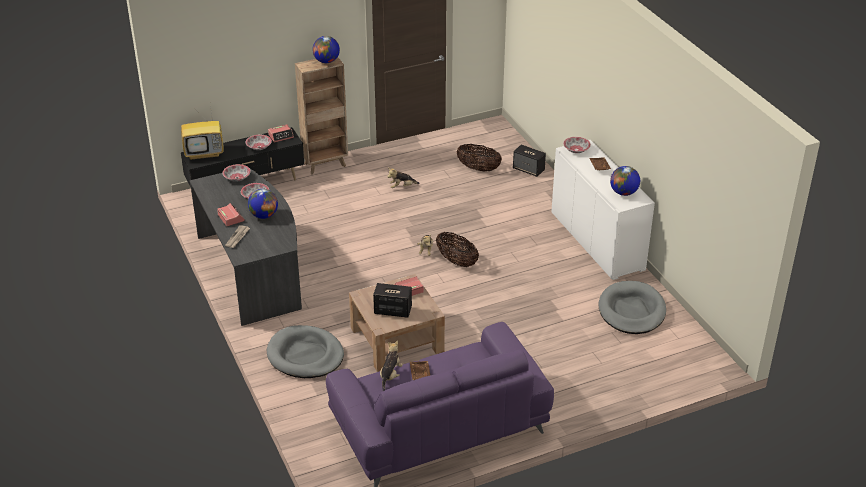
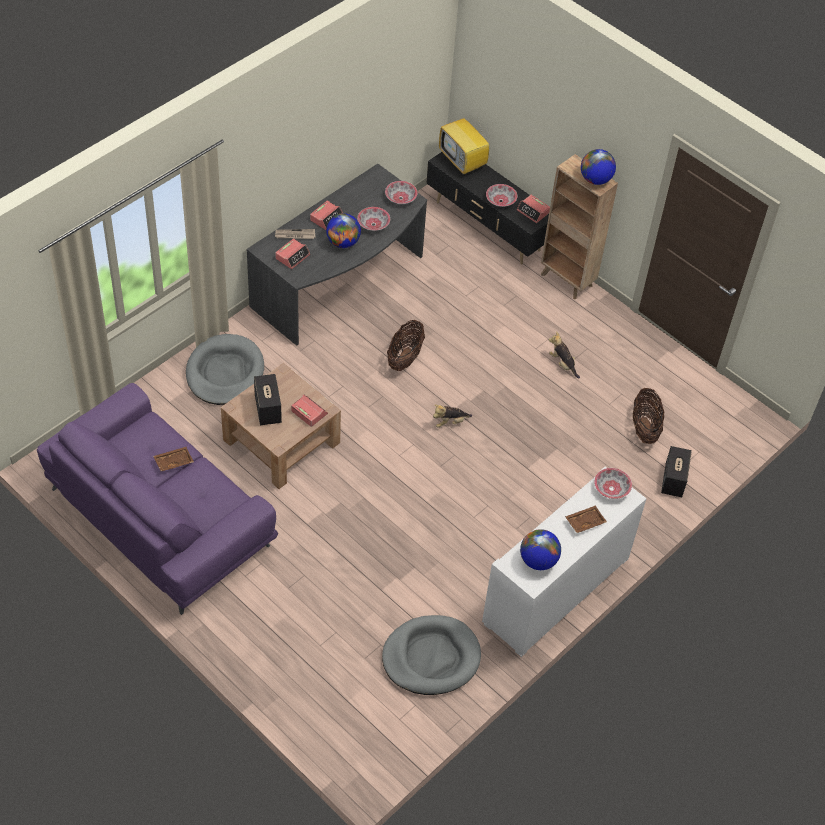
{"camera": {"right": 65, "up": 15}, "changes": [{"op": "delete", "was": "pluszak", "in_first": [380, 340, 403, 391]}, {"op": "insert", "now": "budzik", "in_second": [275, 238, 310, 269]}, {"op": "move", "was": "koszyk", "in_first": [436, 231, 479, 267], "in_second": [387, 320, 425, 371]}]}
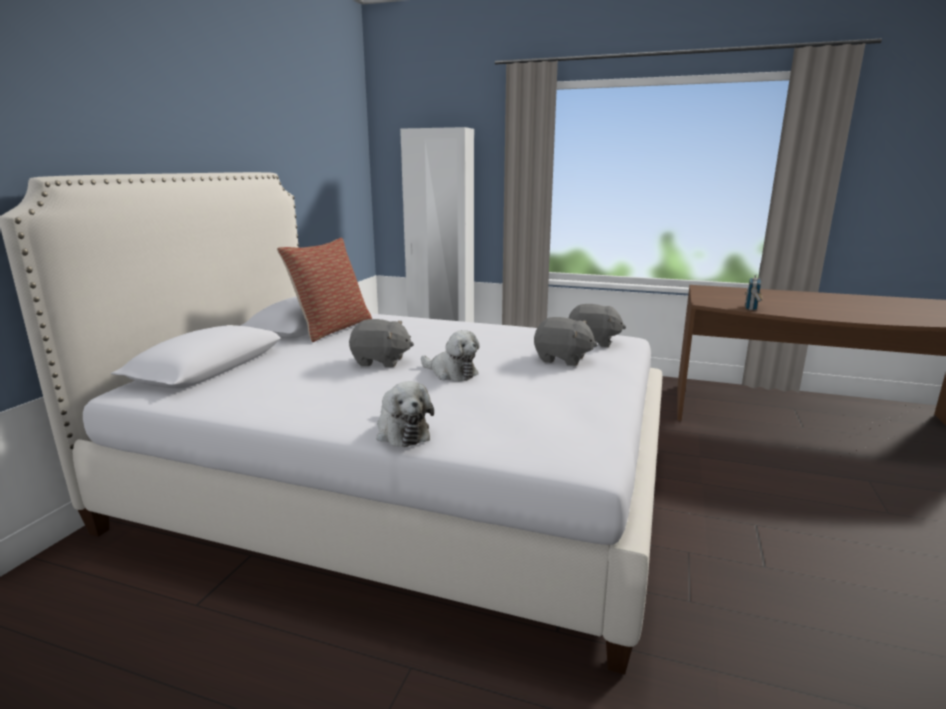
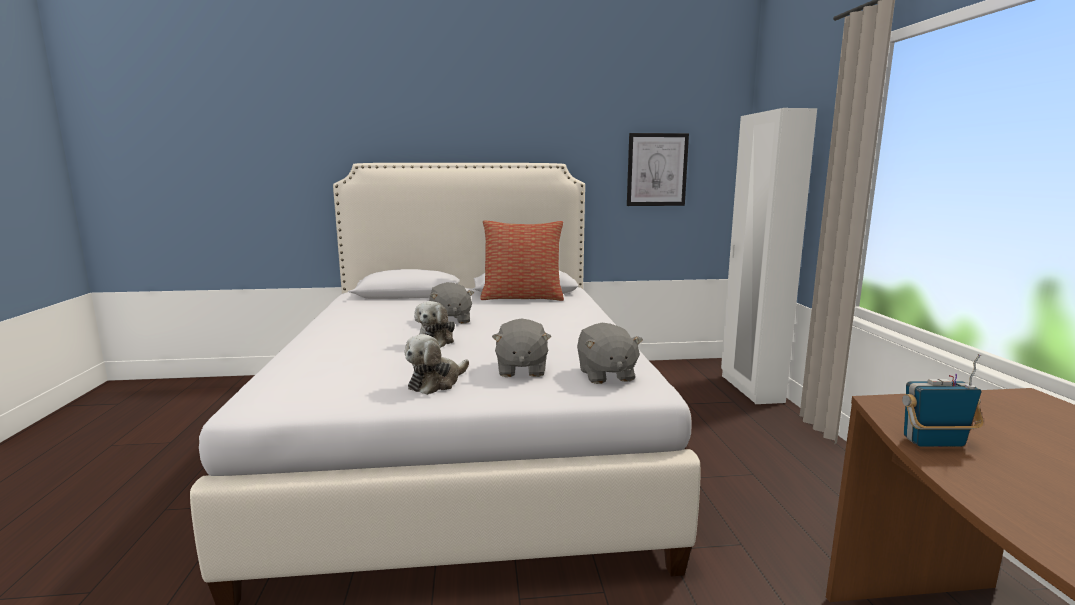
{"camera": {"right": 65, "up": -5}, "changes": [{"op": "insert", "now": "obraz", "in_second": [627, 133, 689, 206]}, {"op": "move", "was": "pluszak", "in_first": [376, 381, 434, 447], "in_second": [404, 334, 469, 395]}]}
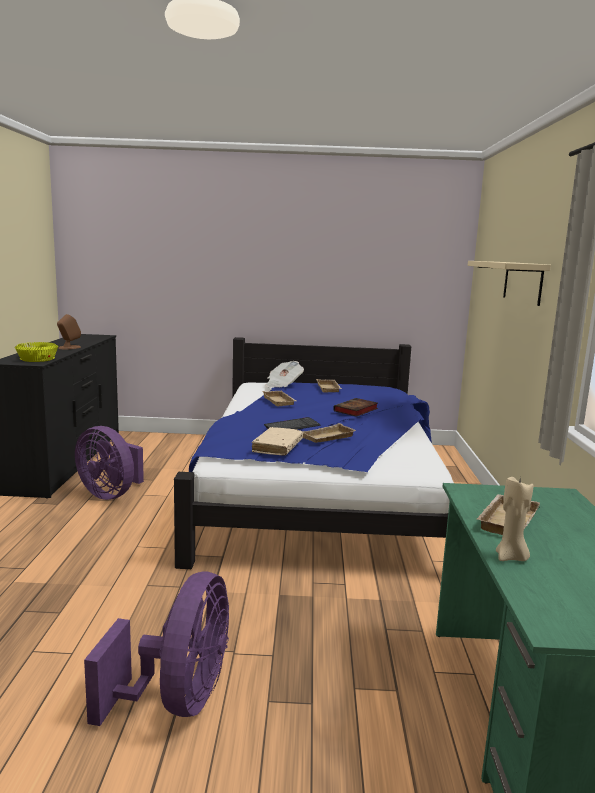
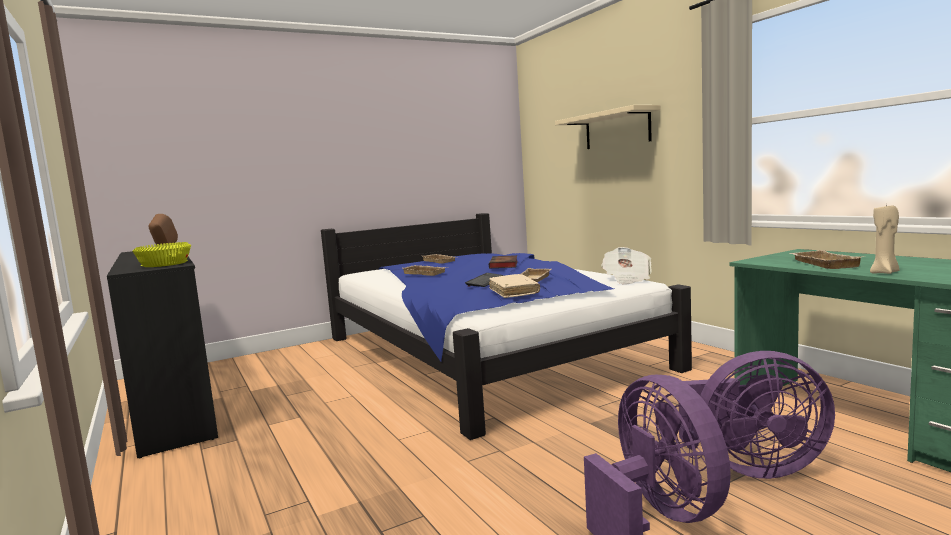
{"camera": {"right": -30, "up": -5}, "changes": [{"op": "move", "was": "wentylator/fioletowy", "in_first": [75, 426, 144, 500], "in_second": [679, 351, 835, 479]}, {"op": "move", "was": "gazeta", "in_first": [265, 361, 304, 388], "in_second": [601, 247, 652, 284]}]}
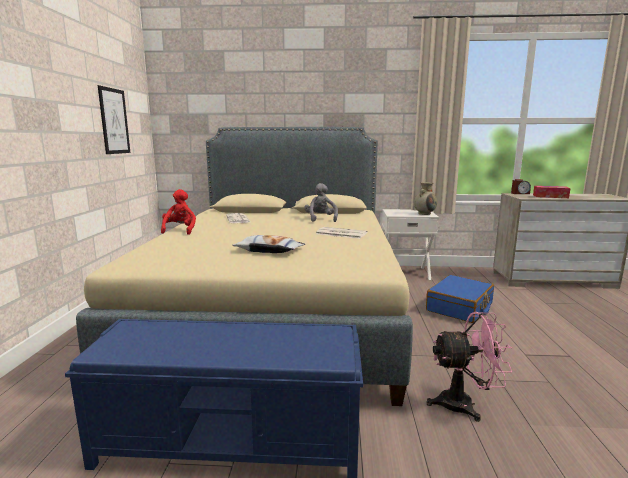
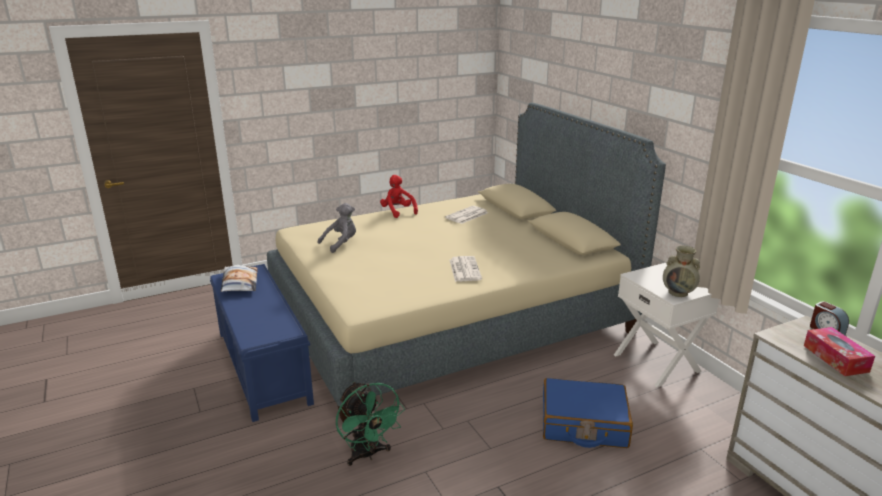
{"camera": {"right": 60, "up": 10}, "changes": [{"op": "delete", "was": "obraz", "in_first": [98, 85, 130, 154]}, {"op": "move", "was": "poduszka", "in_first": [232, 235, 305, 253], "in_second": [221, 265, 258, 292]}, {"op": "move", "was": "pluszak/szary", "in_first": [304, 183, 338, 222], "in_second": [318, 203, 356, 253]}, {"op": "recolor", "was": "wentylator/różowy", "now": "wentylator/zielony", "in_first": [426, 312, 512, 422], "in_second": [336, 382, 405, 466]}, {"op": "rotate", "was": "pluszak/czerwony", "in_first": [161, 189, 196, 235], "in_second": [380, 175, 418, 218], "clockwise": -90}]}
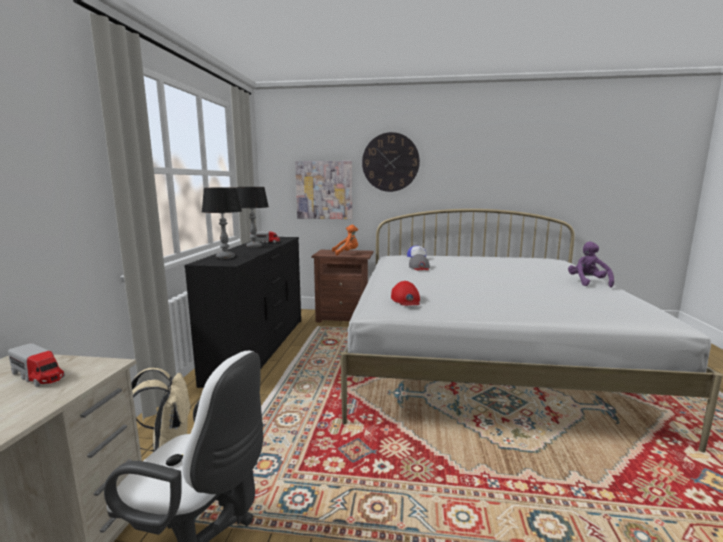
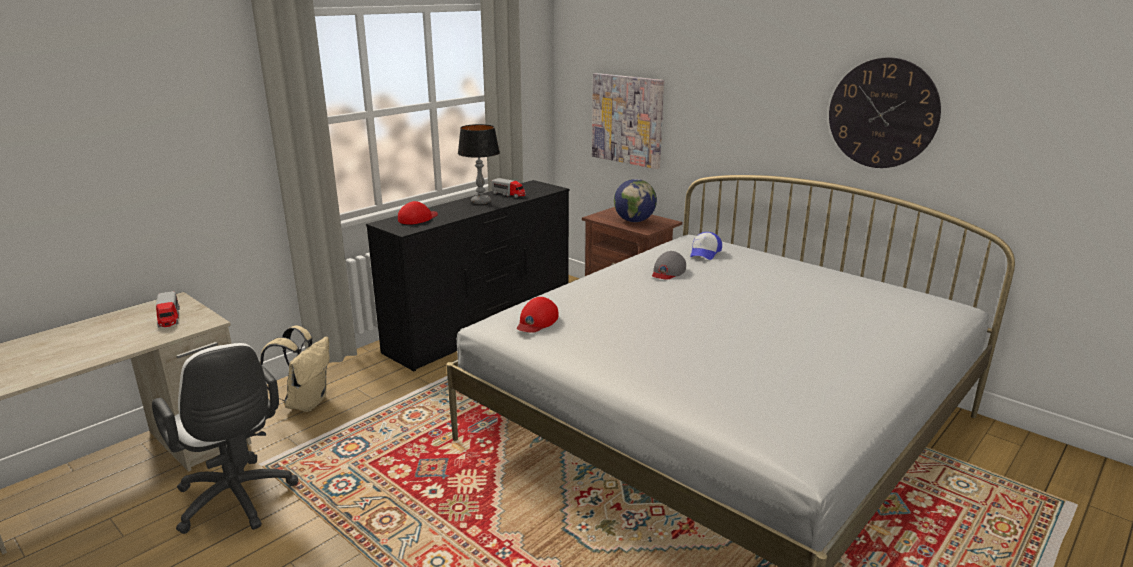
{"camera": {"right": 35, "up": 10}, "changes": [{"op": "delete", "was": "pluszak/fioletowy", "in_first": [568, 241, 614, 288]}, {"op": "move", "was": "zegar ścienny", "in_first": [362, 132, 420, 192], "in_second": [829, 57, 941, 168]}, {"op": "replace", "was": "lampa stołowa", "now": "czapka z daszkiem/czerwony", "in_first": [202, 188, 242, 259], "in_second": [398, 201, 438, 225]}, {"op": "replace", "was": "pluszak/pomarańczowy", "now": "globus", "in_first": [332, 225, 358, 256], "in_second": [614, 179, 657, 222]}]}
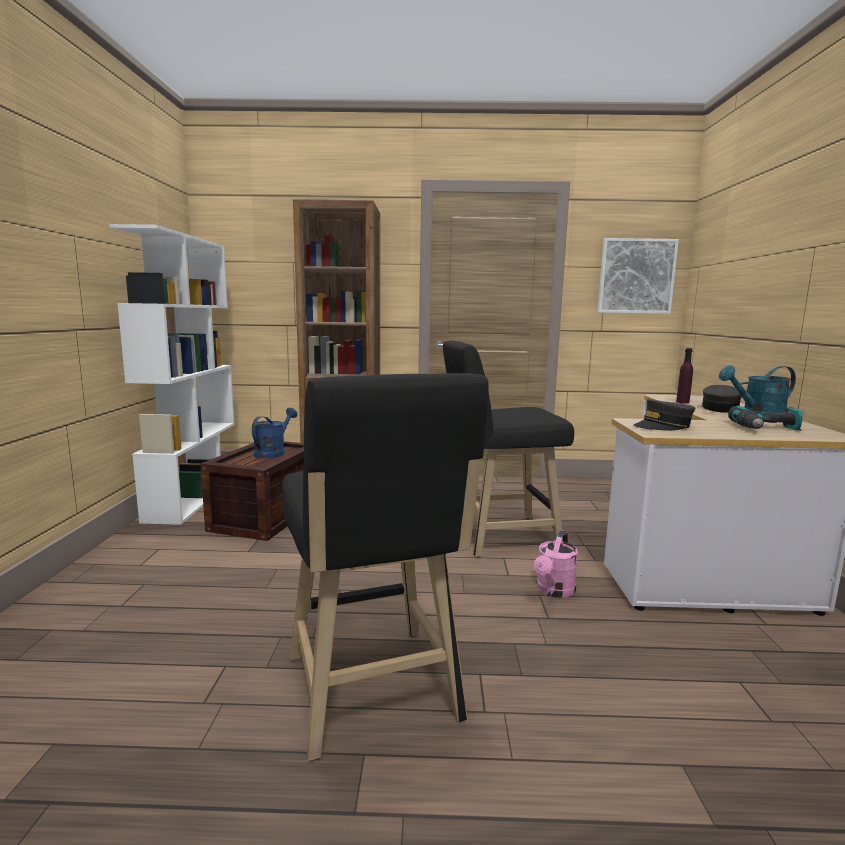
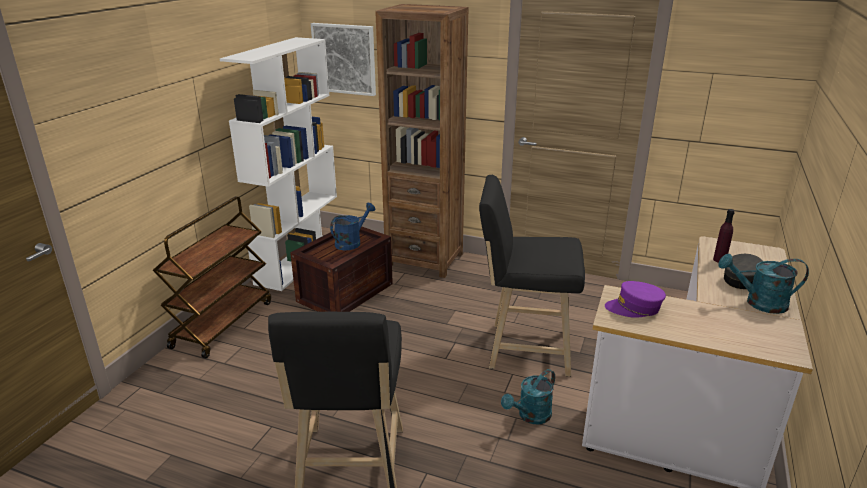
{"camera": {"right": 20, "up": 15}, "changes": [{"op": "delete", "was": "wiertarka", "in_first": [728, 405, 805, 430]}, {"op": "insert", "now": "wózek/brązowy", "in_second": [153, 196, 271, 359]}, {"op": "move", "was": "obraz", "in_first": [598, 238, 679, 314], "in_second": [311, 23, 376, 96]}, {"op": "recolor", "was": "konewka/różowy", "now": "konewka/turkusowy", "in_first": [534, 530, 578, 598], "in_second": [501, 369, 555, 424]}, {"op": "recolor", "was": "czapka z daszkiem/szary", "now": "czapka z daszkiem/fioletowy", "in_first": [633, 399, 695, 431], "in_second": [605, 281, 666, 318]}]}
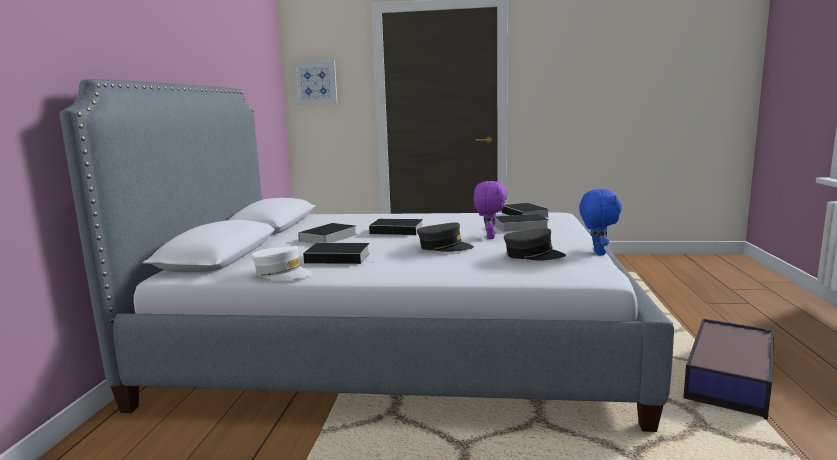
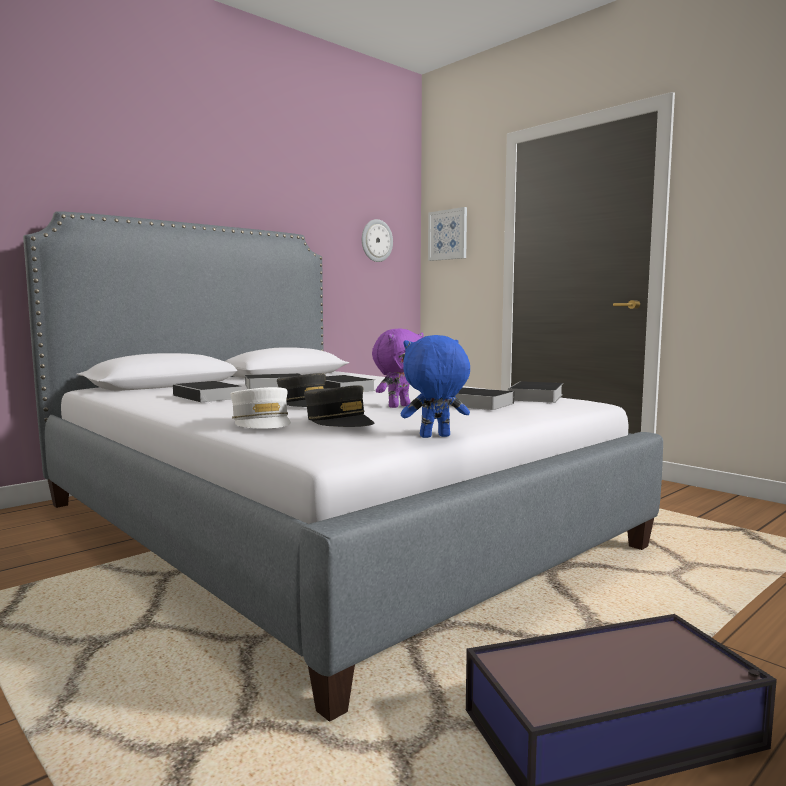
{"camera": {"right": 40, "up": -5}, "changes": [{"op": "insert", "now": "zegar ścienny", "in_second": [362, 219, 393, 262]}, {"op": "move", "was": "czapka z daszkiem/biały", "in_first": [252, 246, 312, 280], "in_second": [230, 387, 291, 429]}, {"op": "rotate", "was": "pluszak/niebieski", "in_first": [579, 189, 622, 256], "in_second": [401, 335, 470, 438], "clockwise": -150}]}
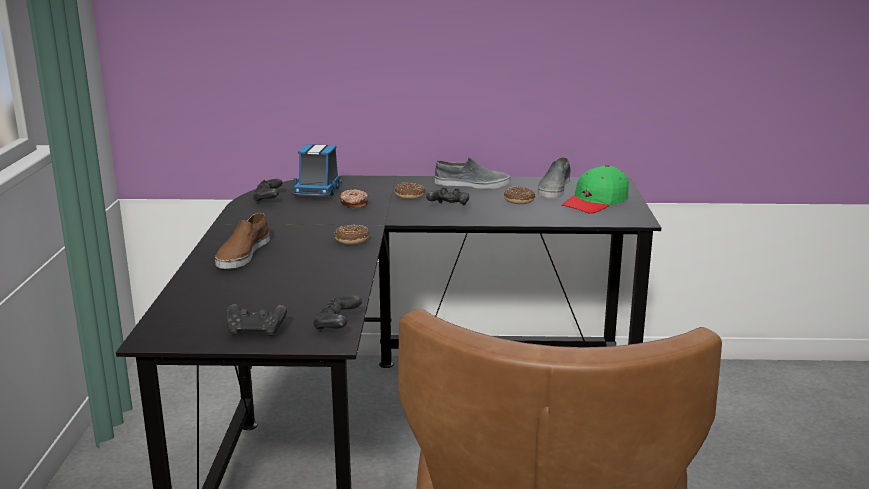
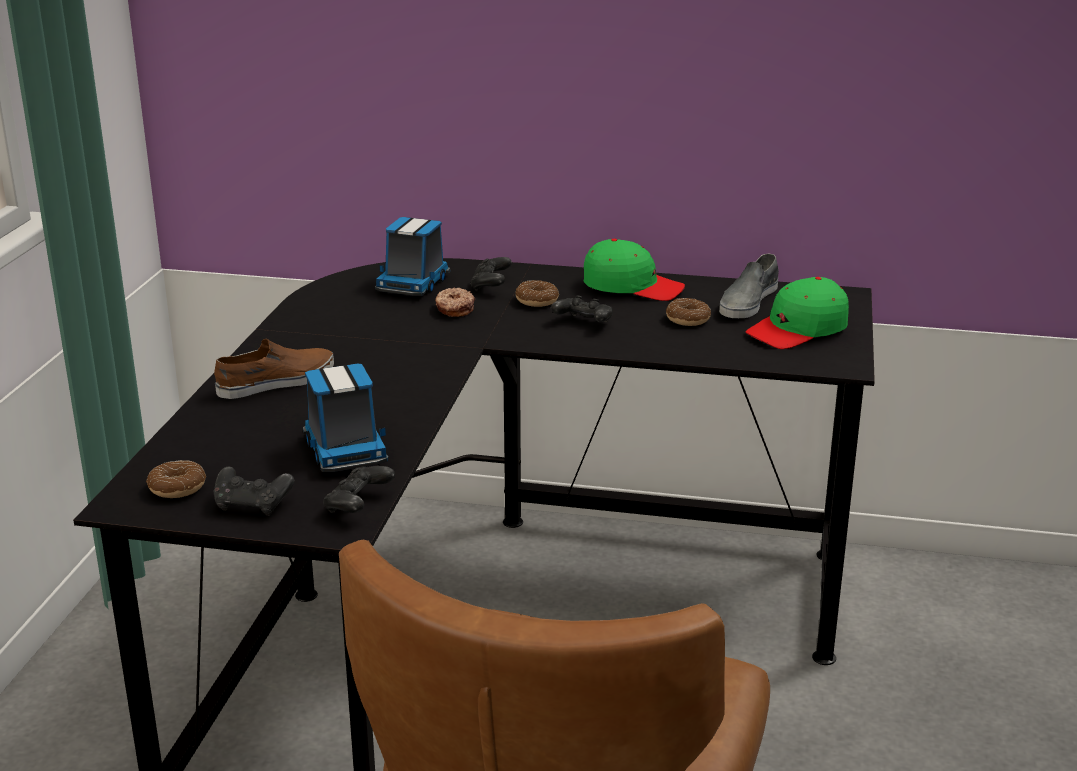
{"camera": {"right": 10, "up": 5}, "changes": [{"op": "insert", "now": "ciężarówka zabawkowa", "in_second": [303, 364, 389, 472]}, {"op": "move", "was": "pad do gier/czarny", "in_first": [253, 179, 283, 203], "in_second": [470, 257, 512, 291]}, {"op": "move", "was": "donut", "in_first": [334, 225, 370, 245], "in_second": [146, 460, 206, 498]}, {"op": "replace", "was": "but/szary", "now": "czapka z daszkiem/zielony", "in_first": [434, 157, 510, 189], "in_second": [584, 239, 685, 301]}, {"op": "rotate", "was": "but/brązowy", "in_first": [215, 213, 270, 269], "in_second": [214, 339, 334, 399], "clockwise": -150}]}
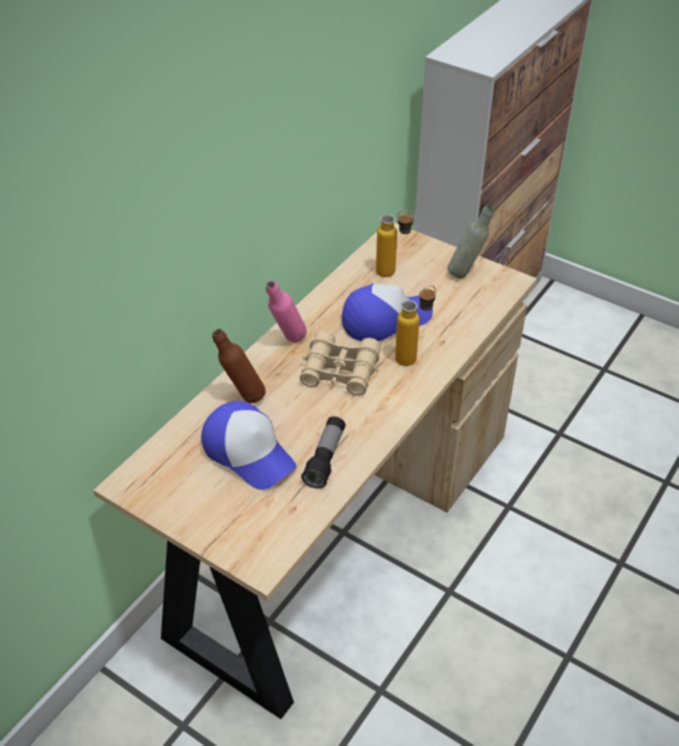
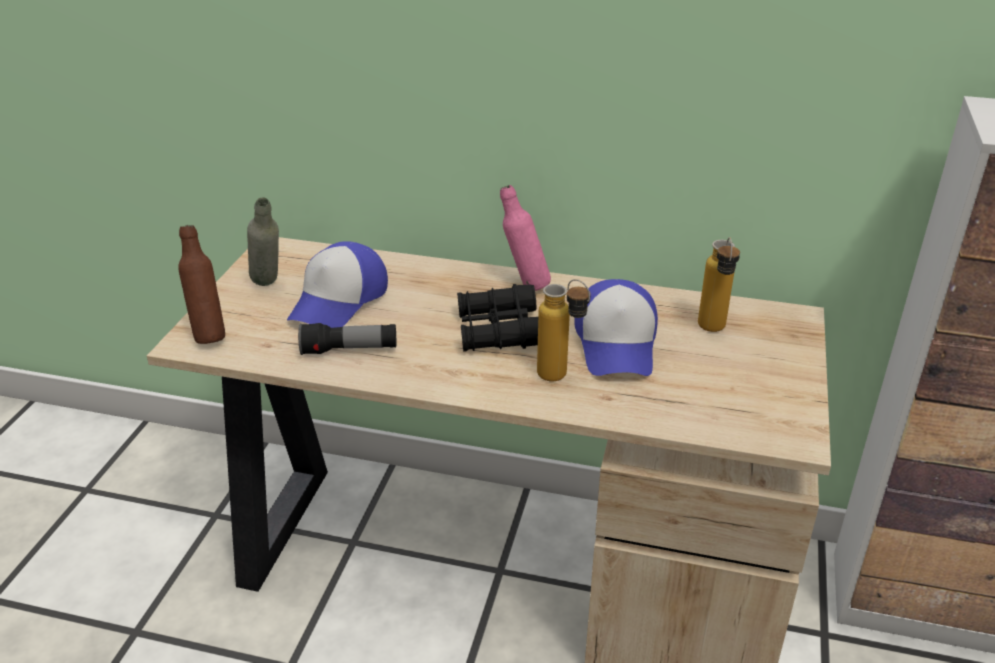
{"camera": {"right": 70, "up": -10}, "changes": [{"op": "move", "was": "butelka/brązowy", "in_first": [212, 329, 265, 403], "in_second": [178, 225, 225, 344]}, {"op": "move", "was": "butelka/szary", "in_first": [448, 205, 495, 279], "in_second": [247, 197, 279, 286]}, {"op": "recolor", "was": "lornetka/beżowy", "now": "lornetka/czarny", "in_first": [300, 330, 381, 395], "in_second": [457, 284, 538, 352]}, {"op": "rotate", "was": "czapka z daszkiem", "in_first": [342, 283, 433, 341], "in_second": [574, 279, 658, 376], "clockwise": 45}]}
